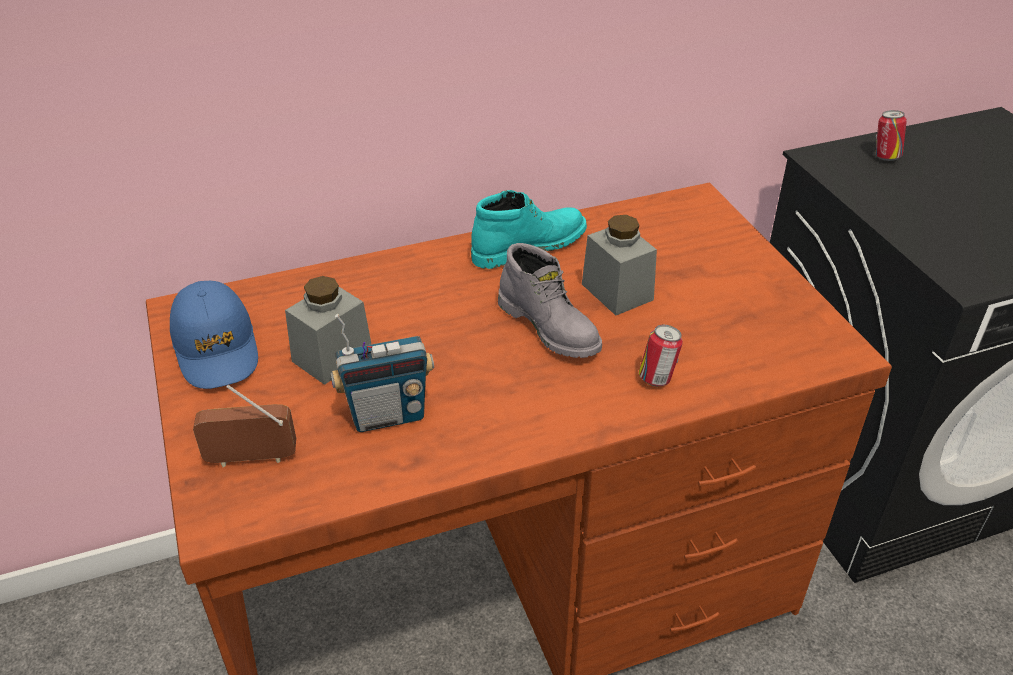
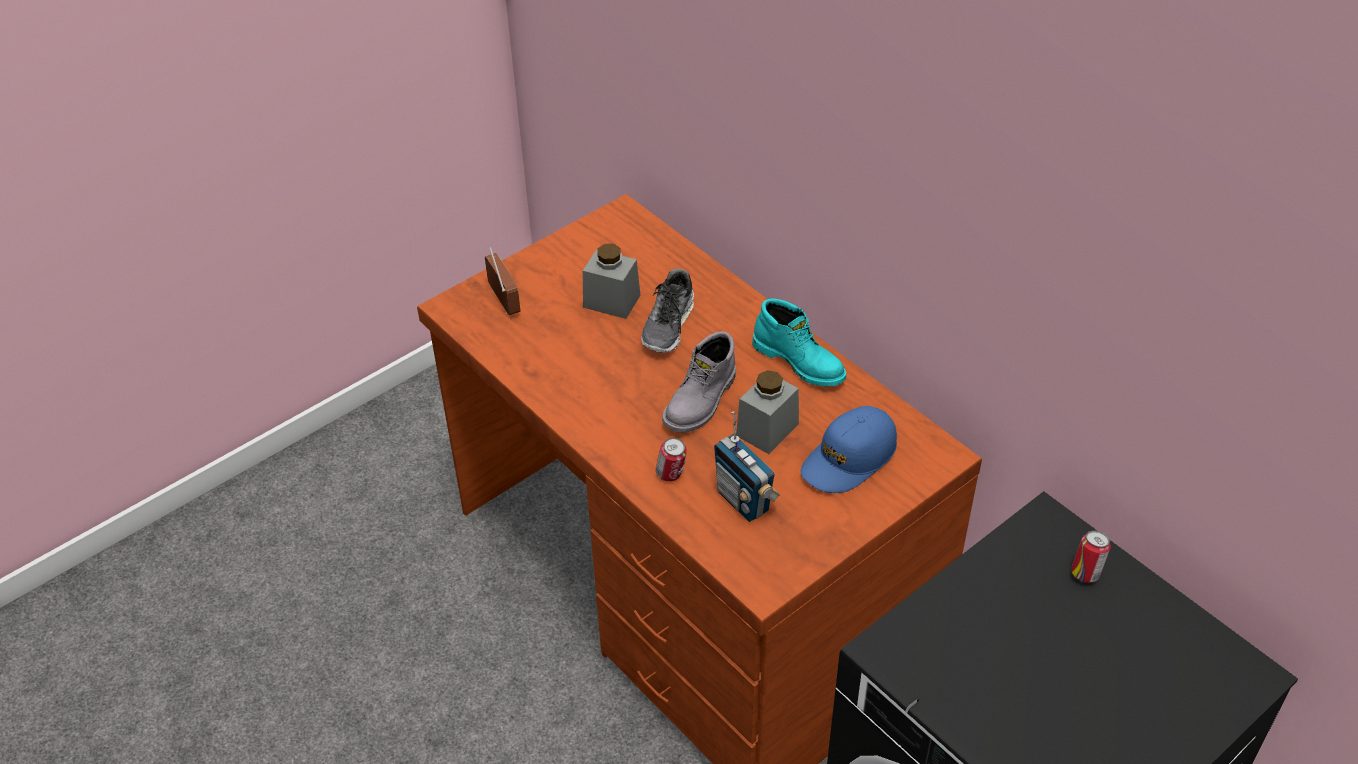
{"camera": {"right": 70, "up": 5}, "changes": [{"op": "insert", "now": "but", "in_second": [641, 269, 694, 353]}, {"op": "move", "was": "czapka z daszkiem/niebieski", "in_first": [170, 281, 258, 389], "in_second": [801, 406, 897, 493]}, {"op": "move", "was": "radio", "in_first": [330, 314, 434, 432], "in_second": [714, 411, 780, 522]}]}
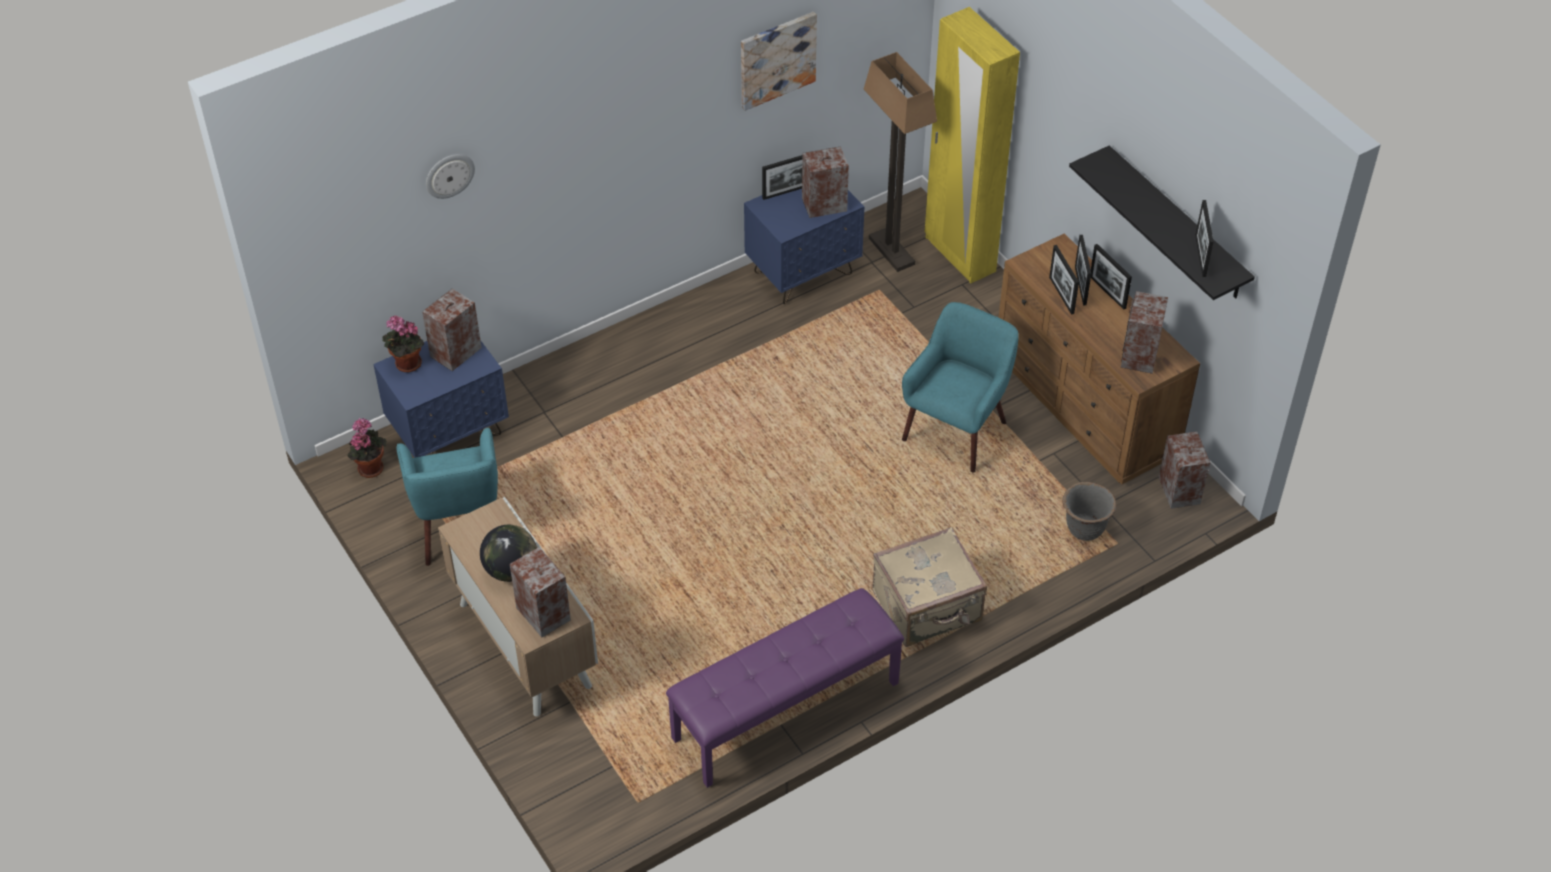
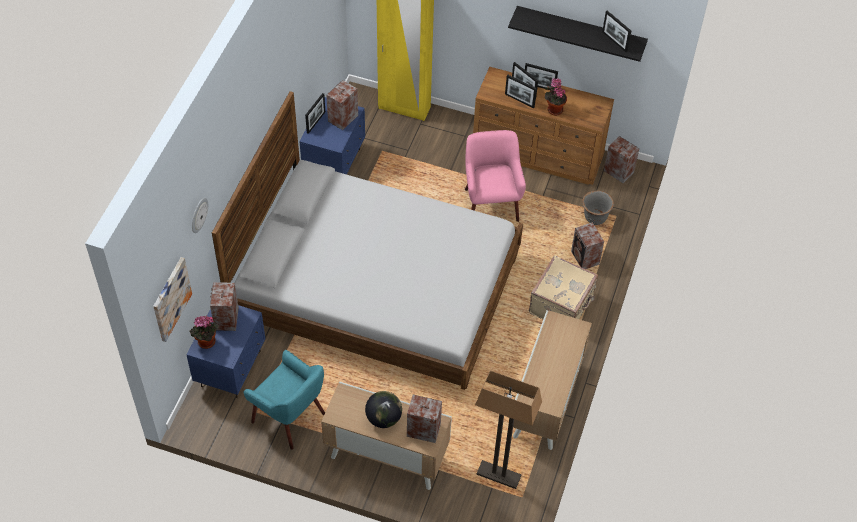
{"camera": {"right": -40, "up": 5}, "changes": [{"op": "insert", "now": "łóżko", "in_second": [212, 91, 523, 390]}, {"op": "move", "was": "roślina doniczkowa", "in_first": [347, 418, 387, 478], "in_second": [545, 78, 567, 116]}, {"op": "move", "was": "obraz", "in_first": [741, 12, 817, 111], "in_second": [153, 257, 192, 342]}, {"op": "move", "was": "lampa stojąca", "in_first": [864, 52, 937, 272], "in_second": [475, 370, 542, 489]}, {"op": "move", "was": "głośnik", "in_first": [1121, 291, 1168, 374], "in_second": [571, 222, 604, 269]}, {"op": "replace", "was": "ławka/fioletowy", "now": "szafka", "in_first": [666, 588, 904, 788], "in_second": [513, 310, 592, 450]}, {"op": "recolor", "was": "fotel/turkusowy", "now": "fotel/różowy", "in_first": [902, 302, 1019, 472], "in_second": [465, 130, 526, 222]}]}
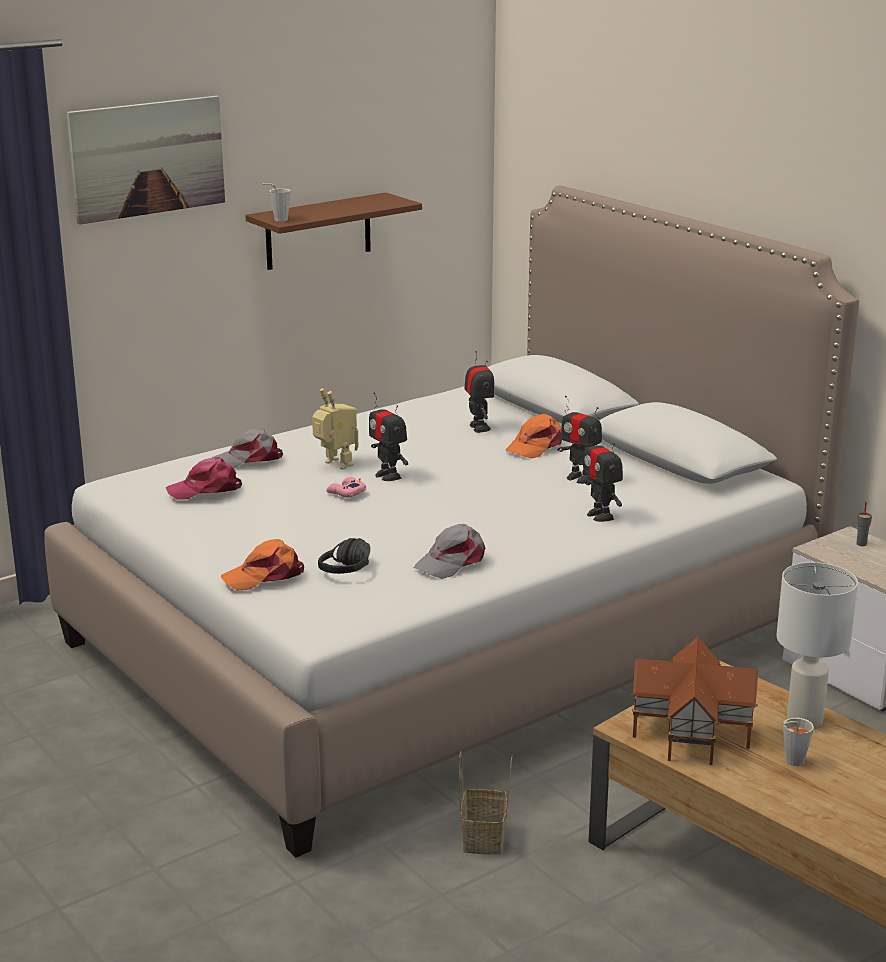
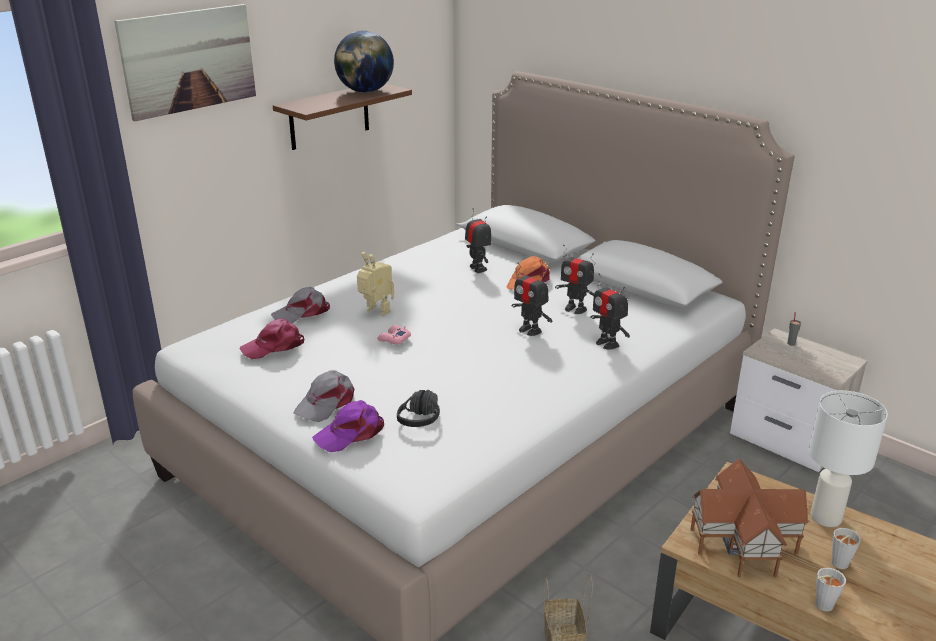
{"camera": {"right": -10, "up": 5}, "changes": [{"op": "insert", "now": "globus", "in_second": [334, 31, 394, 93]}, {"op": "move", "was": "filiżanka/szary", "in_first": [262, 183, 291, 222], "in_second": [815, 568, 846, 612]}, {"op": "move", "was": "robot zabawkowy", "in_first": [369, 392, 408, 481], "in_second": [511, 262, 552, 336]}, {"op": "move", "was": "czapka z daszkiem/szary", "in_first": [414, 524, 485, 579], "in_second": [293, 370, 354, 422]}, {"op": "recolor", "was": "czapka z daszkiem/pomarańczowy", "now": "czapka z daszkiem/fioletowy", "in_first": [221, 539, 304, 591], "in_second": [312, 400, 384, 452]}]}
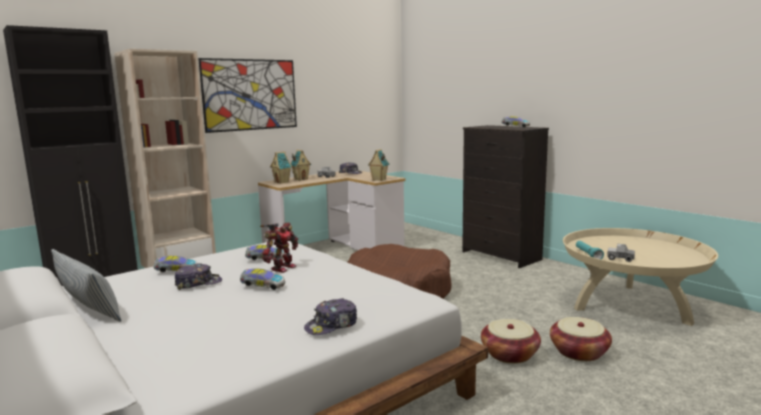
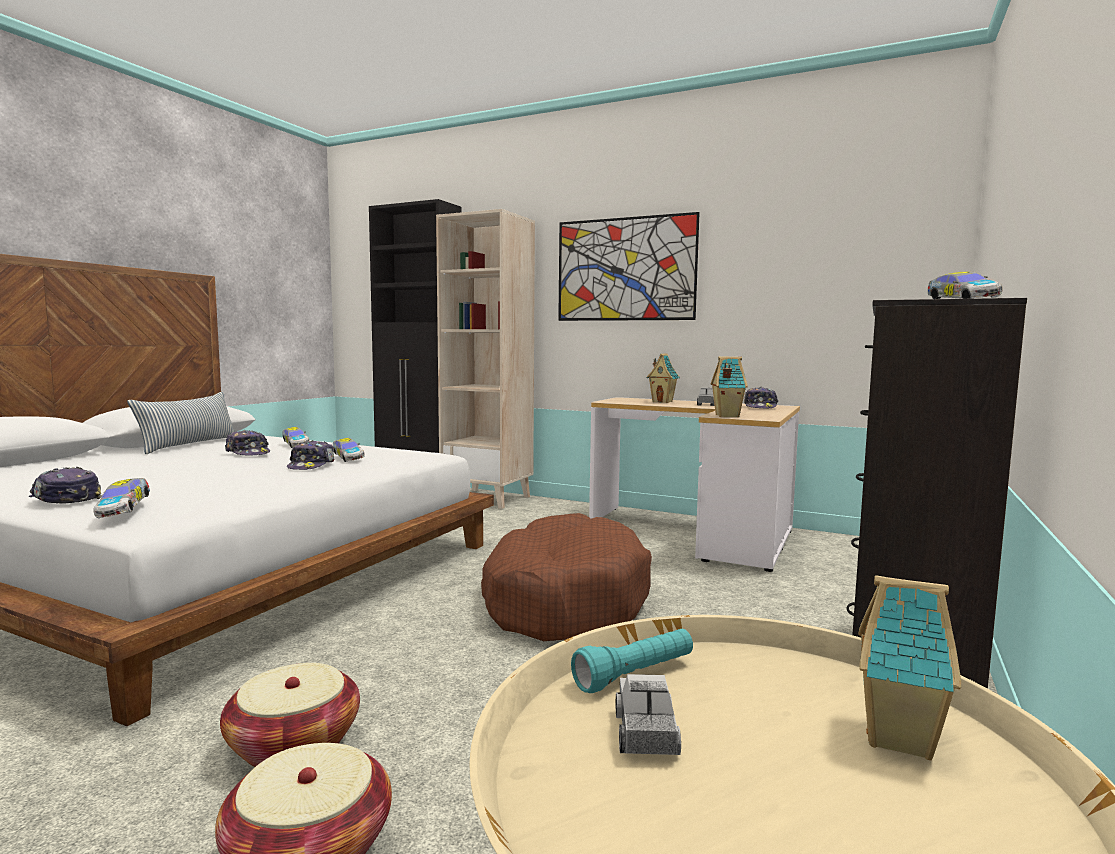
{"camera": {"right": 65, "up": -5}, "changes": [{"op": "move", "was": "samochodzik", "in_first": [240, 268, 285, 290], "in_second": [93, 478, 150, 518]}, {"op": "move", "was": "domek", "in_first": [270, 151, 292, 184], "in_second": [859, 575, 961, 760]}, {"op": "replace", "was": "robot zabawkowy", "now": "czapka z daszkiem", "in_first": [260, 223, 298, 273], "in_second": [287, 440, 335, 470]}]}
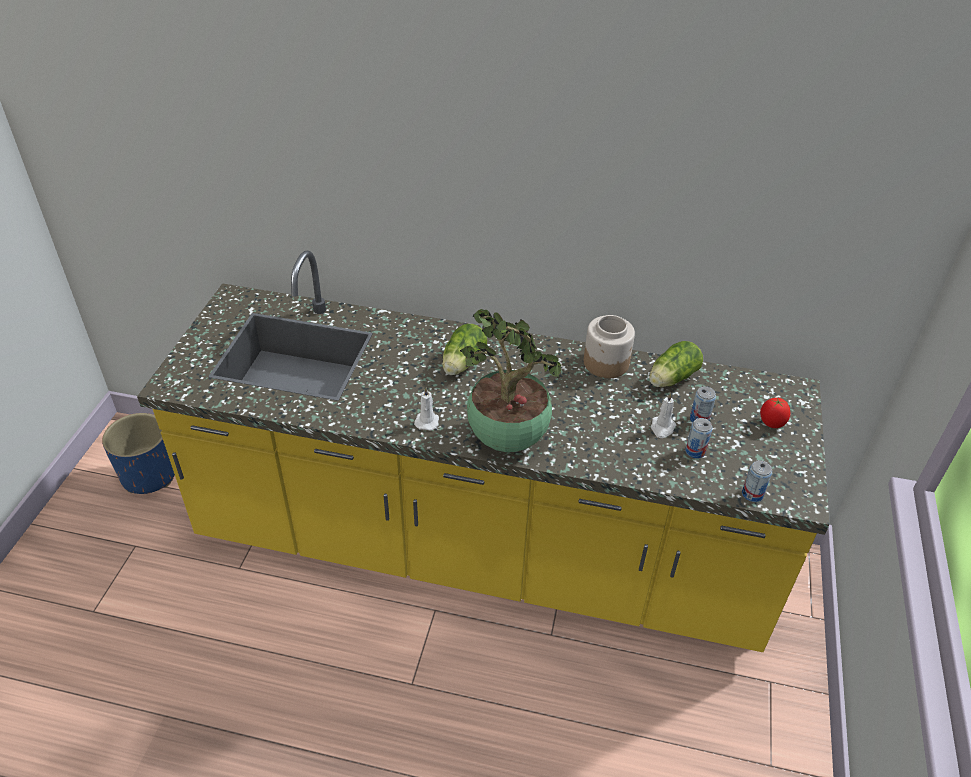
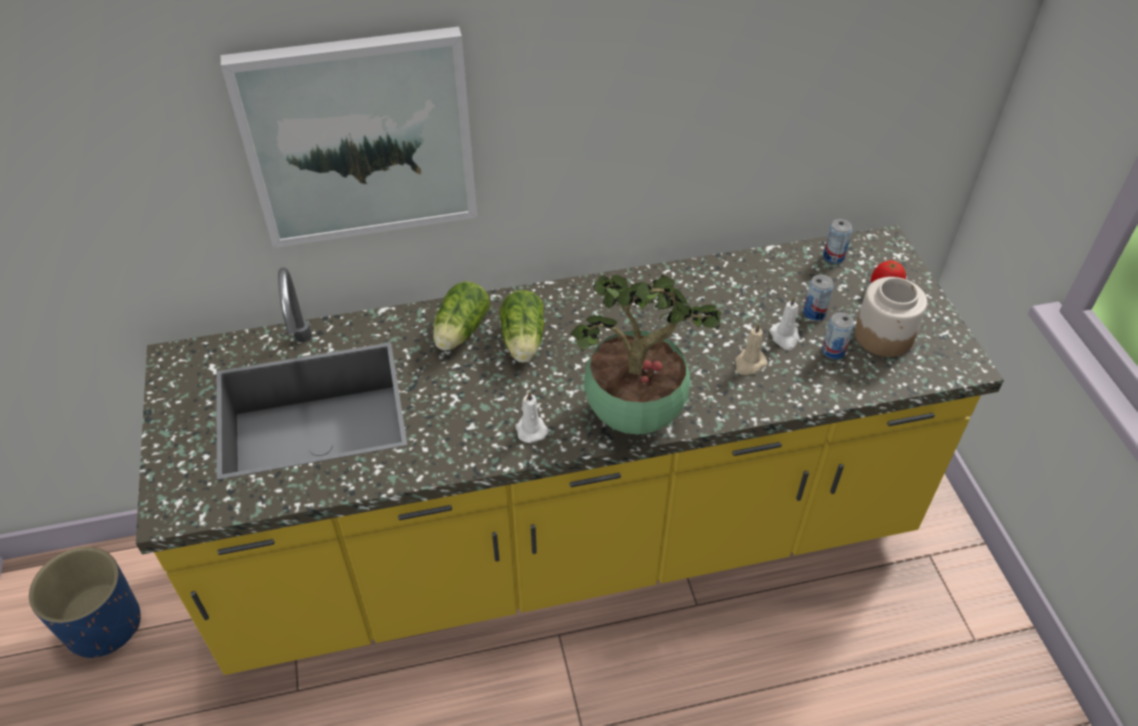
{"camera": {"right": -25, "up": 5}, "changes": [{"op": "insert", "now": "obraz", "in_second": [221, 27, 477, 248]}, {"op": "insert", "now": "świeca/beżowy", "in_second": [735, 323, 768, 375]}, {"op": "move", "was": "słoik", "in_first": [584, 315, 635, 378], "in_second": [855, 277, 927, 357]}, {"op": "move", "was": "sałata", "in_first": [649, 341, 703, 387], "in_second": [433, 282, 490, 351]}, {"op": "move", "was": "puszka", "in_first": [742, 460, 772, 502], "in_second": [823, 219, 852, 264]}]}
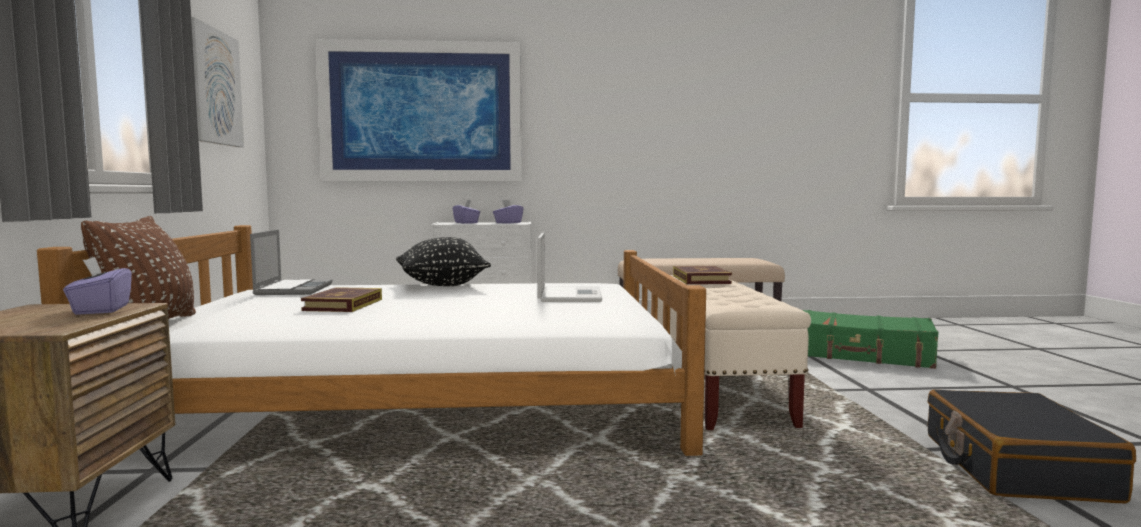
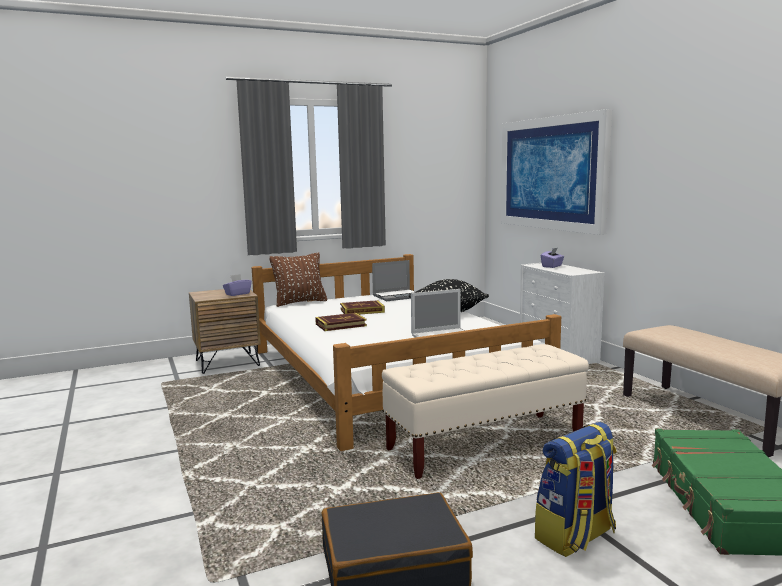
{"camera": {"right": 70, "up": 5}, "changes": [{"op": "delete", "was": "obraz", "in_first": [191, 17, 244, 147]}, {"op": "delete", "was": "pudełko chusteczek/fioletowy", "in_first": [493, 200, 524, 224]}, {"op": "insert", "now": "plecak", "in_second": [535, 422, 617, 557]}, {"op": "move", "was": "książka", "in_first": [673, 266, 732, 284], "in_second": [315, 313, 367, 331]}]}
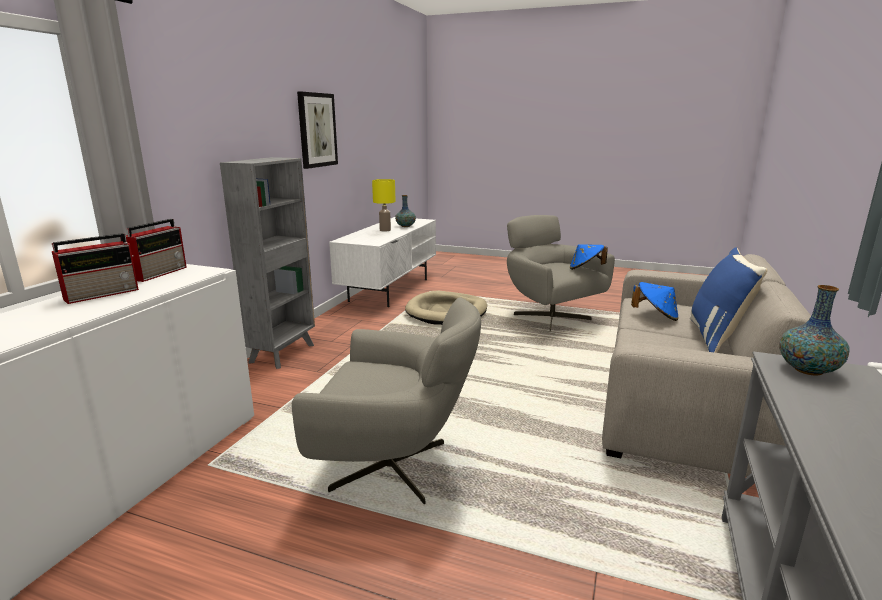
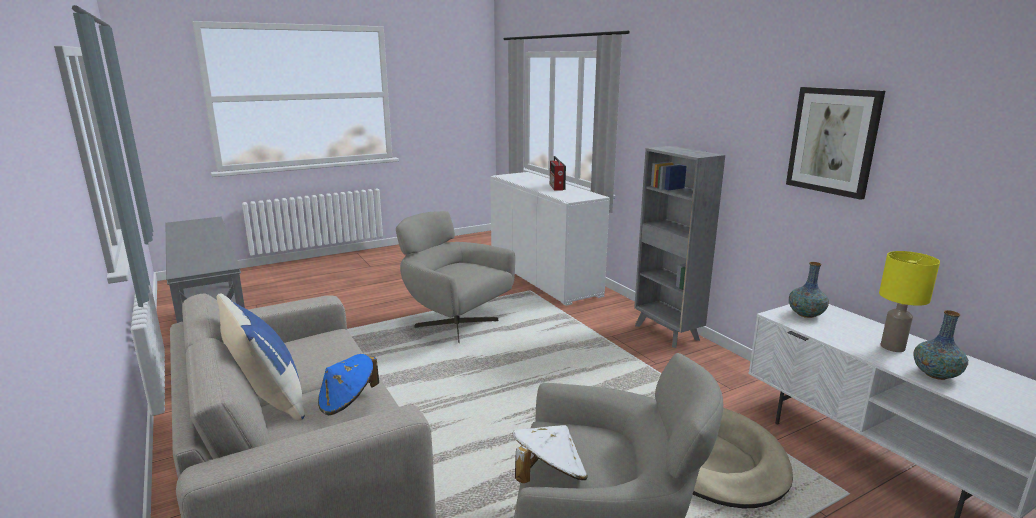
{"camera": {"right": 130, "up": 0}, "changes": [{"op": "delete", "was": "radio", "in_first": [120, 219, 187, 282]}, {"op": "move", "was": "wazon", "in_first": [779, 285, 850, 376], "in_second": [789, 262, 829, 318]}, {"op": "recolor", "was": "kapelusz/niebieski", "now": "kapelusz/biały", "in_first": [570, 244, 608, 270], "in_second": [512, 425, 588, 483]}, {"op": "rotate", "was": "fotel/szary", "in_first": [292, 297, 481, 504], "in_second": [396, 211, 515, 343], "clockwise": 75}]}
